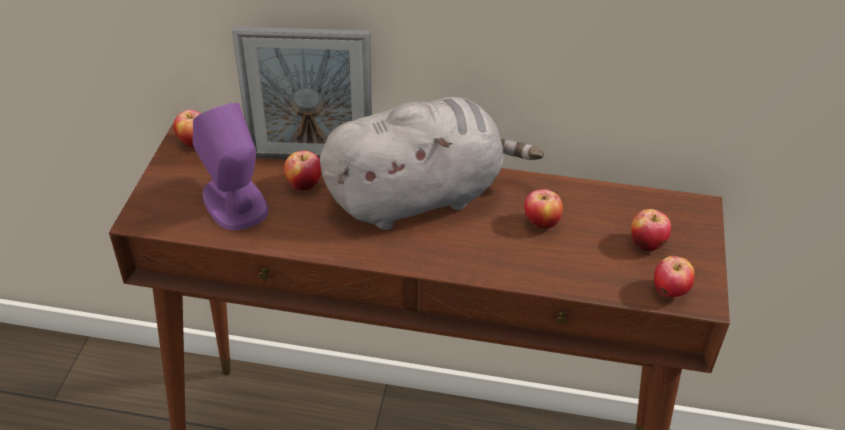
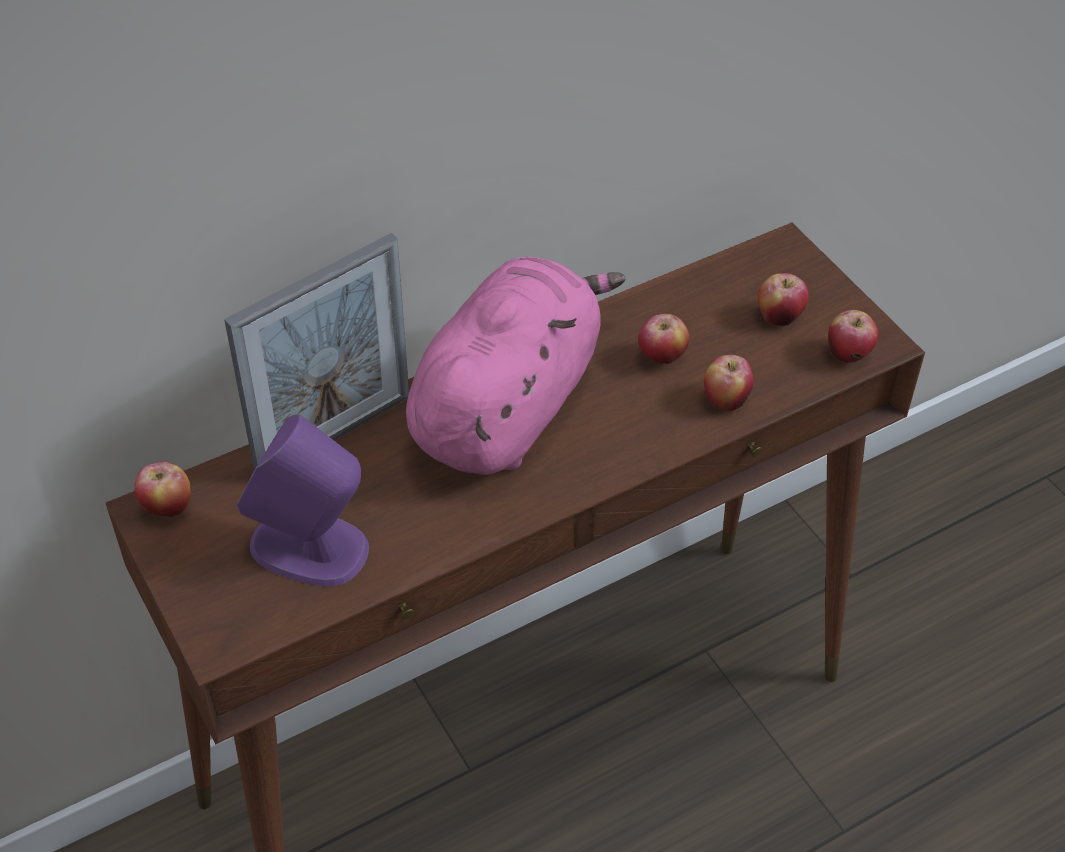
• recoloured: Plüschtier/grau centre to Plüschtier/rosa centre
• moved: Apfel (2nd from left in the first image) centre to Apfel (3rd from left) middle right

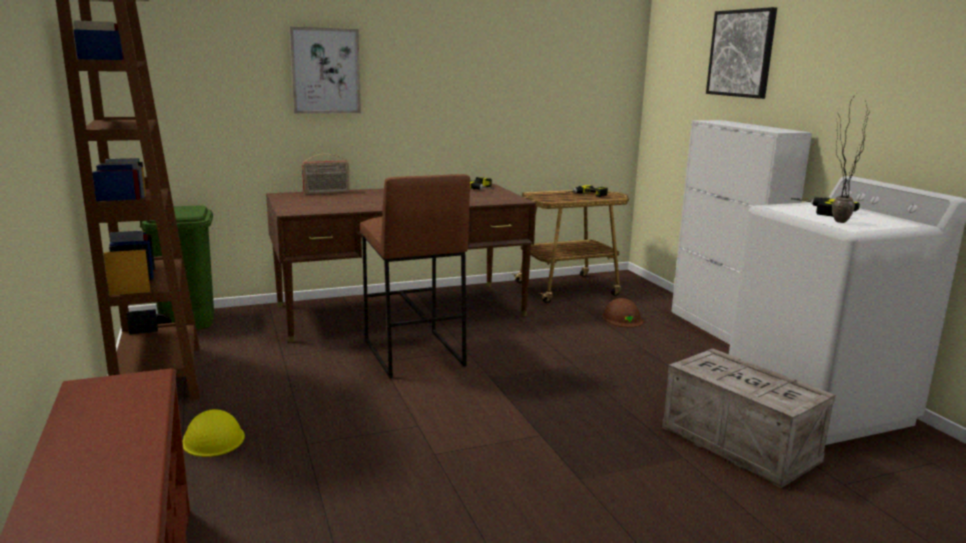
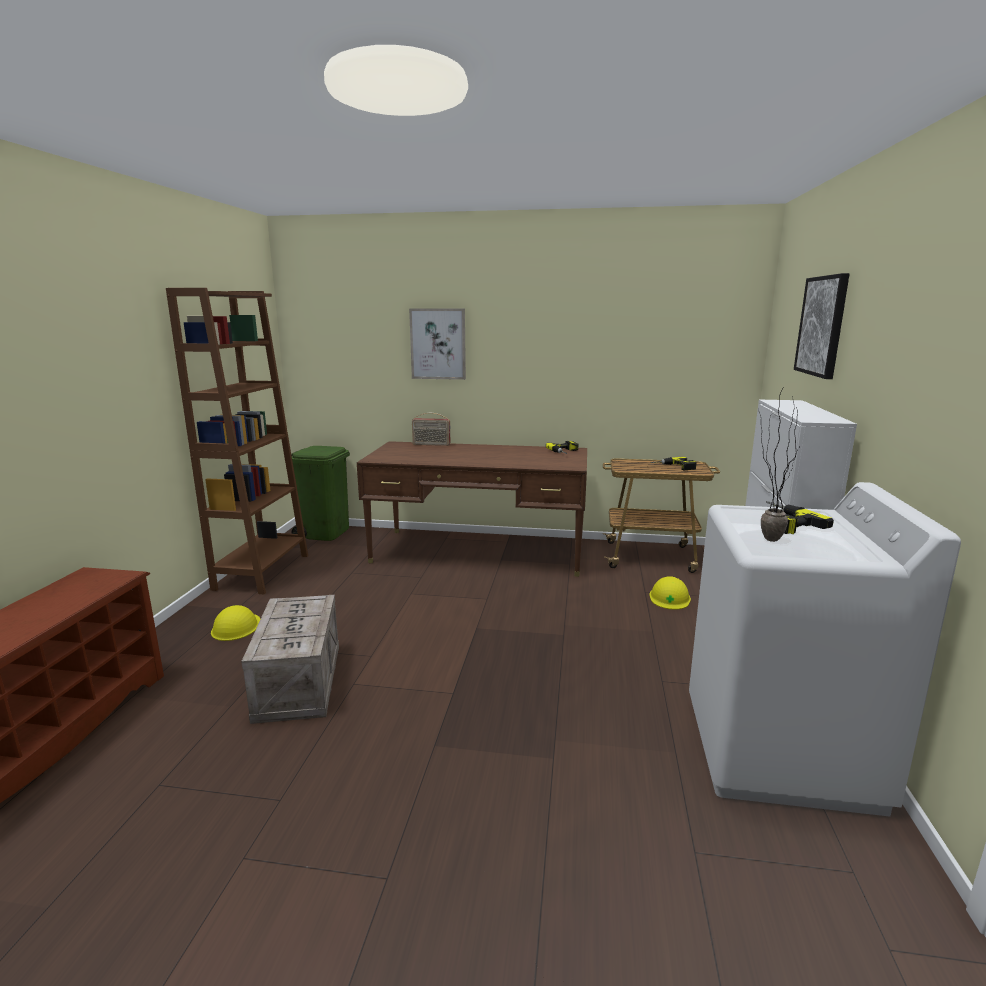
• removed: Hocker/braun centre
• recoloured: Schutzhelm/braun centre to Schutzhelm/gelb (2nd from left) middle right
• moved: Kiste bottom right to bottom left

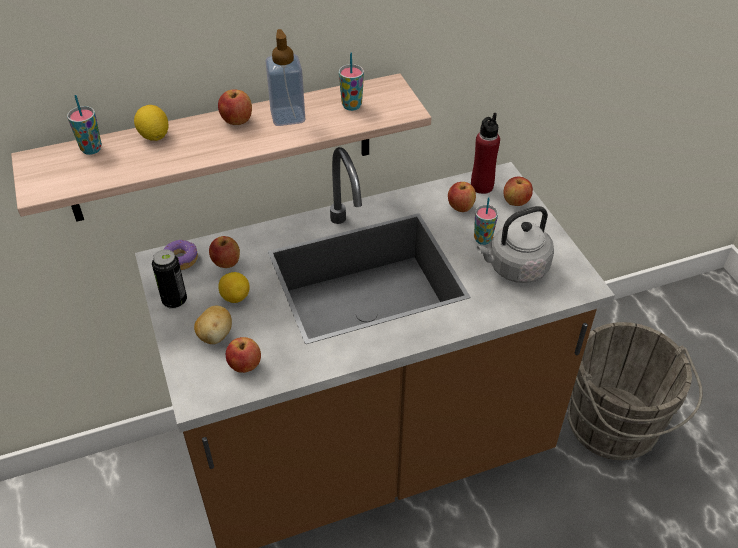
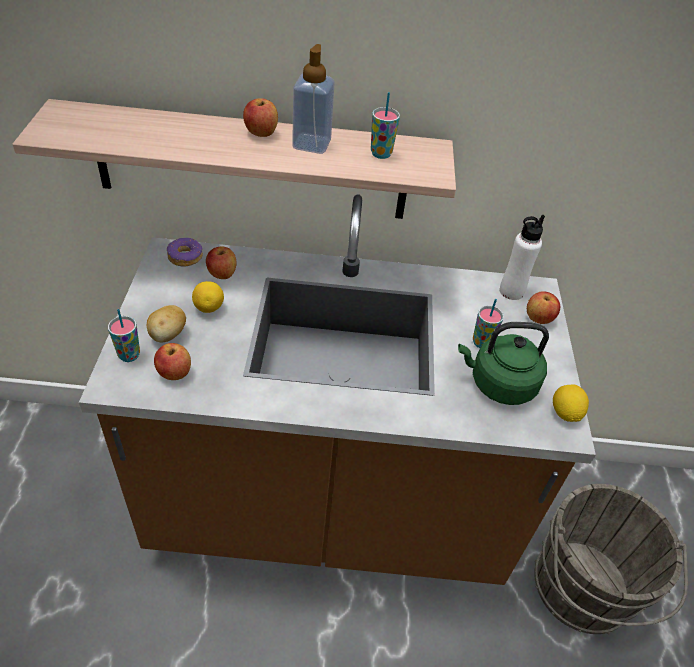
• moved: Tasse (1st from left) top left to middle left
• moved: Zitrone (1st from left in the first image) top left to Zitrone (2nd from left) middle right
• recoloured: Flasche/rot top centre to Flasche/weiß middle right
• removed: Apfel (4th from left) centre
• recoloured: Wasserkessel/grau middle right to Wasserkessel/grün middle right
• removed: Dose middle left

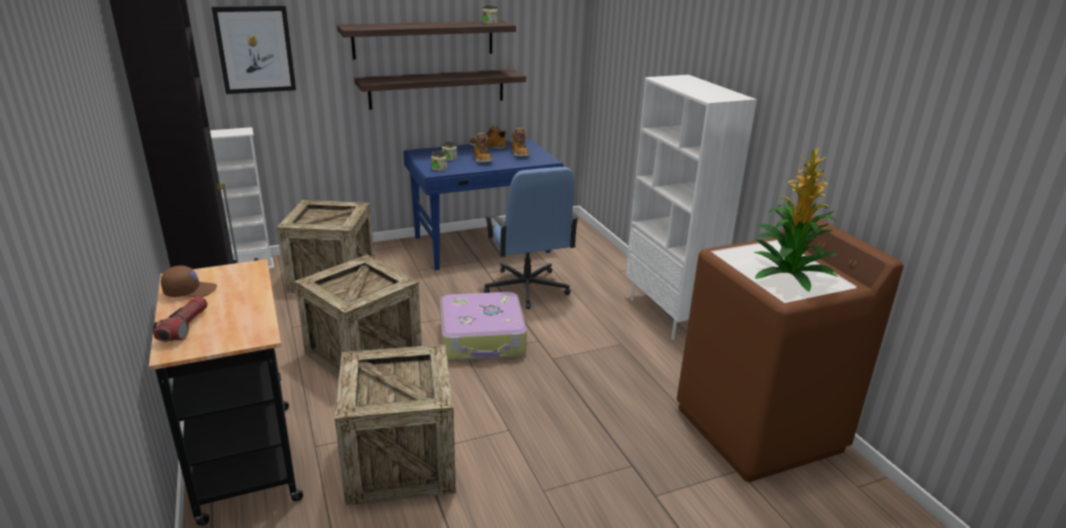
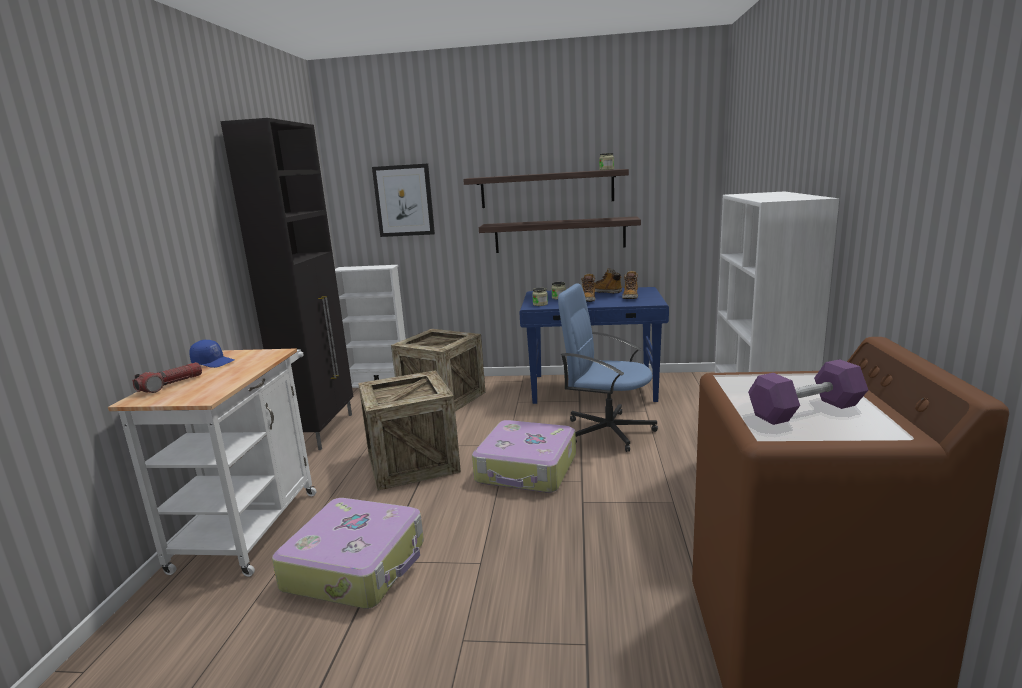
• replaced: Topfpflanze middle right to Hantel/lila middle right
• turned: Bürostuhl/blau centre = centre 105 degrees clockwise
• recoloured: Rollwagen/schwarz bottom left to Rollwagen/weiß bottom left
• recoloured: Kappe/braun middle left to Kappe/blau middle left
• replaced: Kiste (3rd from left) bottom centre to Koffer (1st from left) bottom centre

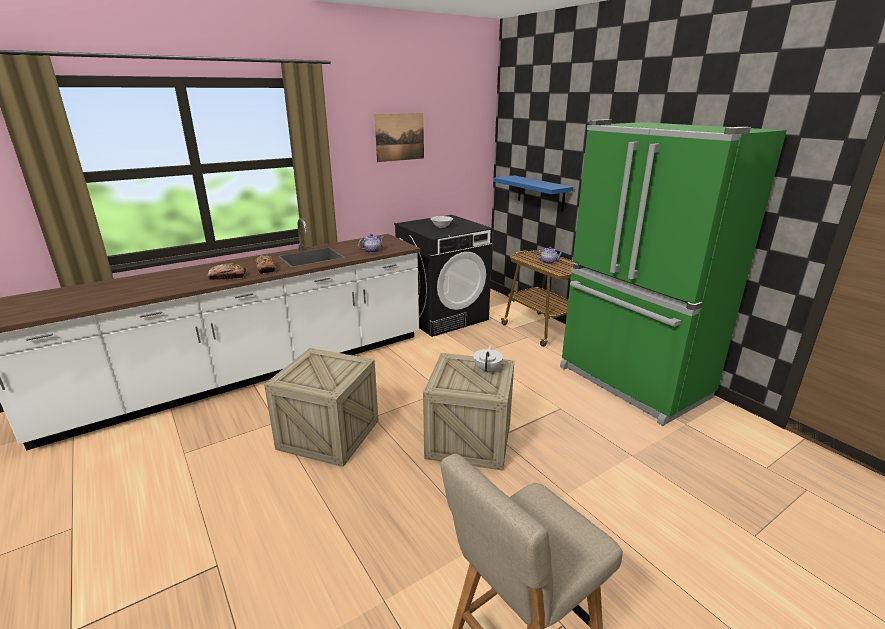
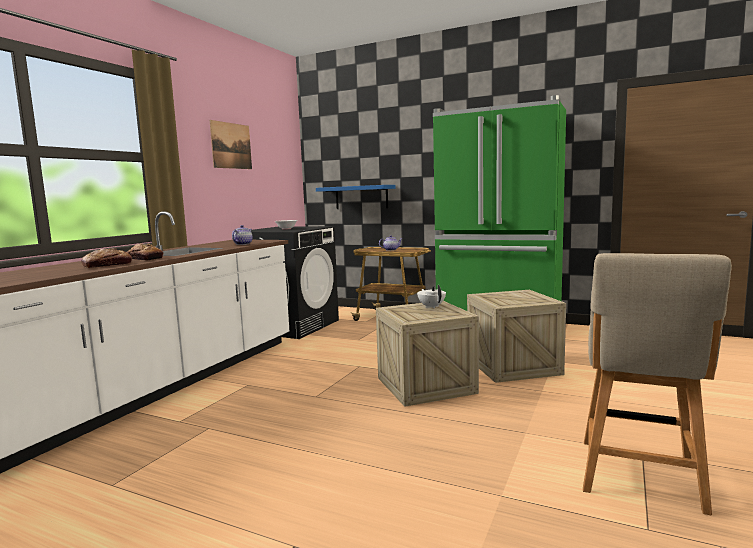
• moved: Kiste (1st from left in the first image) centre to Kiste (2nd from left) middle right

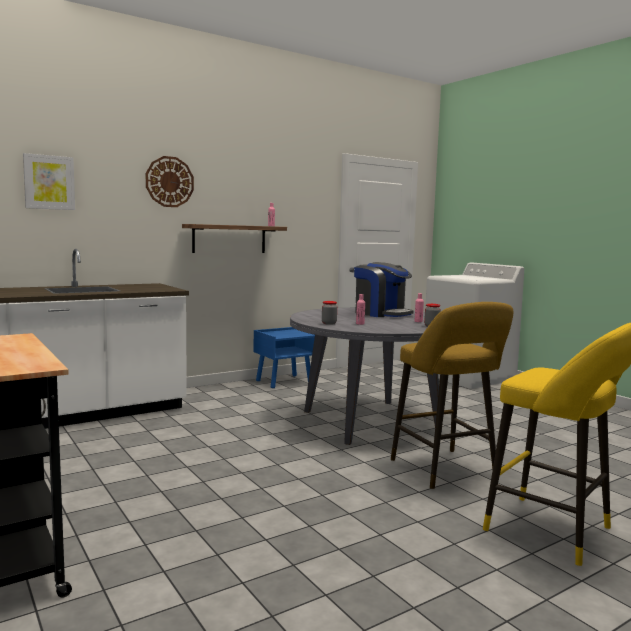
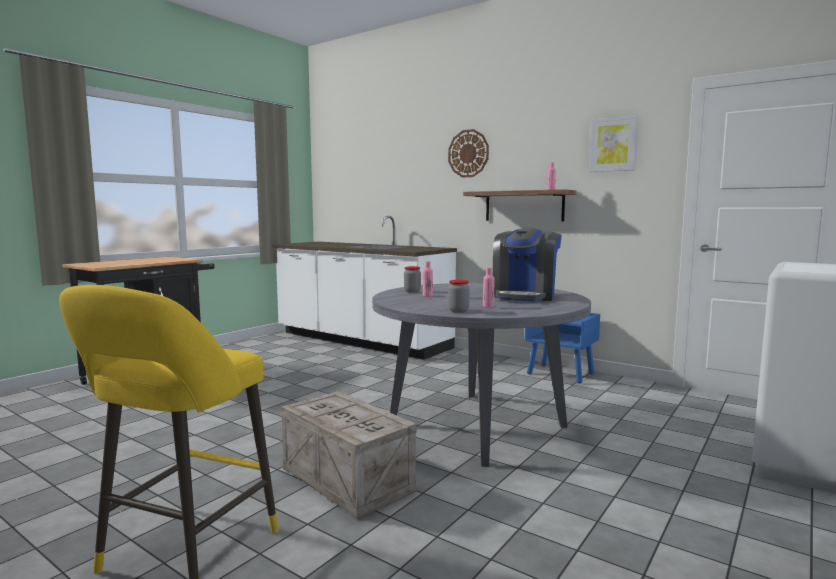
• moved: Bild top left to top right
• replaced: Hocker/gelb (1st from left) middle right to Kiste bottom centre

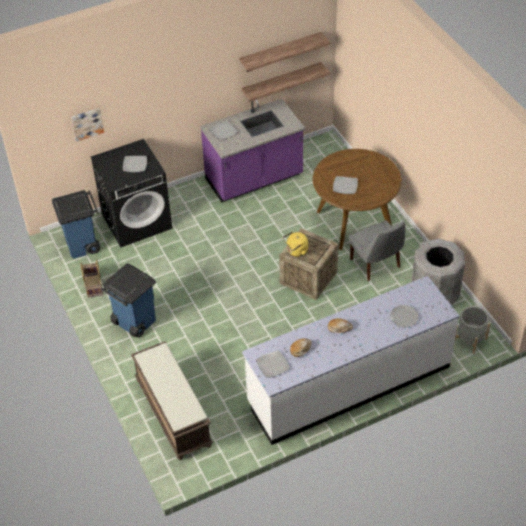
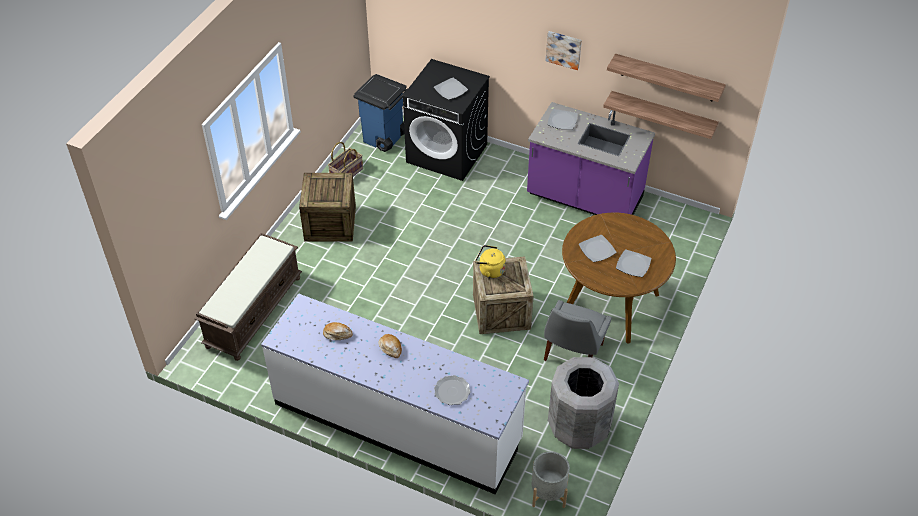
• moved: Bild top left to top centre
• replaced: Mülleimer/blau (2nd from left) middle left to Kiste (1st from left) centre
• moved: Teller (3rd from left in the first image) bottom centre to Teller (5th from left) middle right

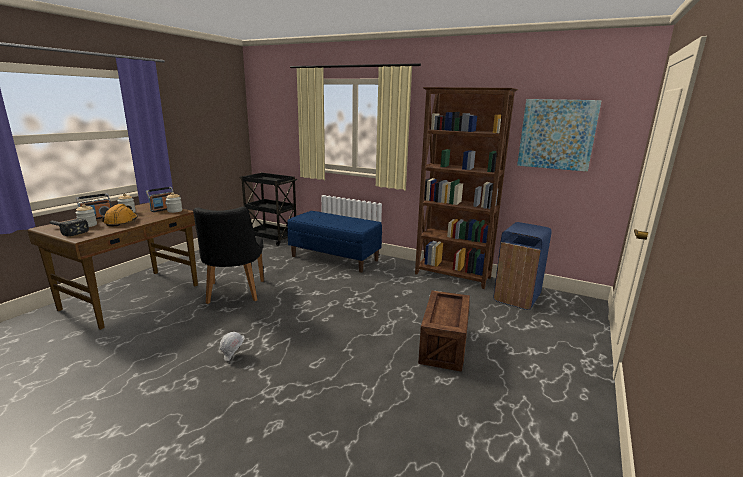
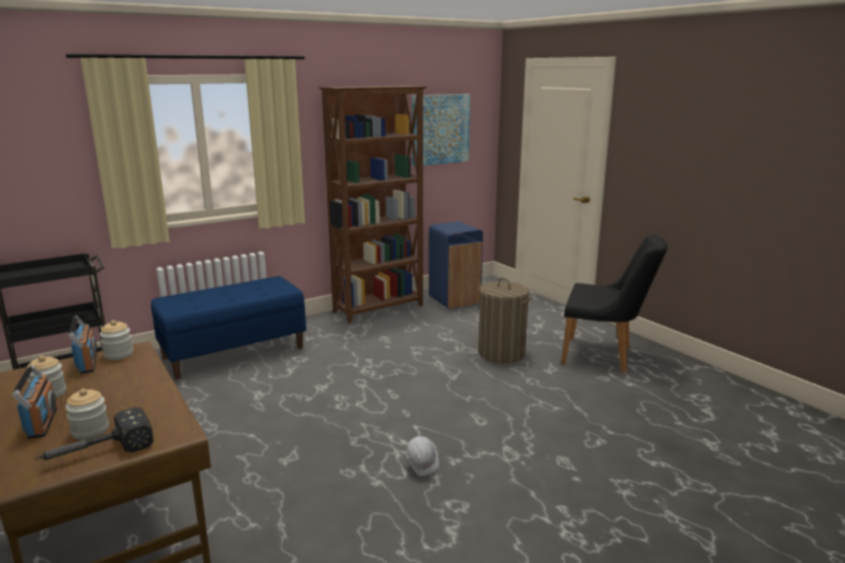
• removed: Schutzhelm/orange middle left
• moved: Stuhl/schwarz middle left to middle right
• replaced: Kiste bottom centre to Wäschekorb centre

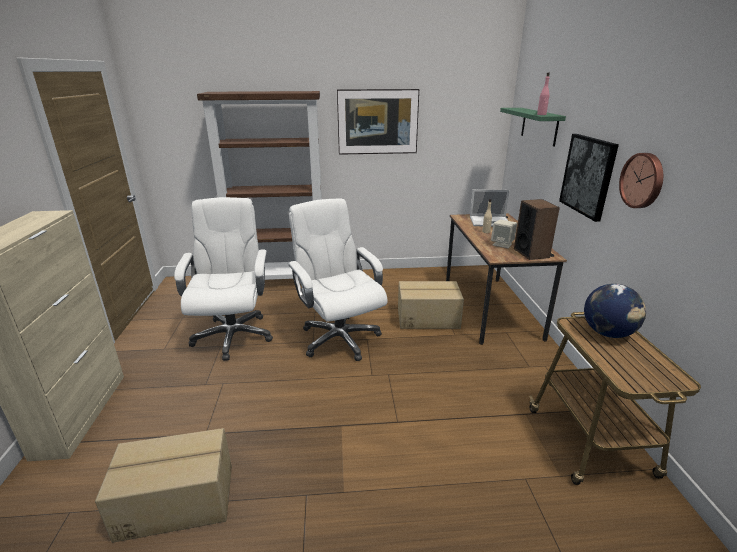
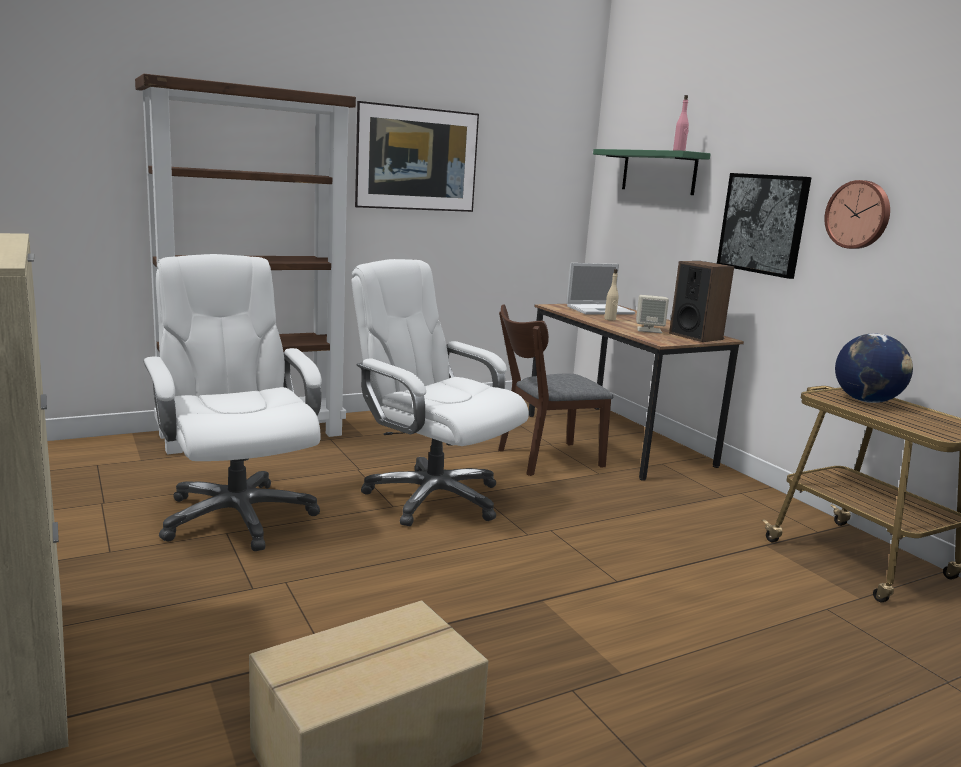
• replaced: Karton (2nd from left) centre to Stuhl/braun centre

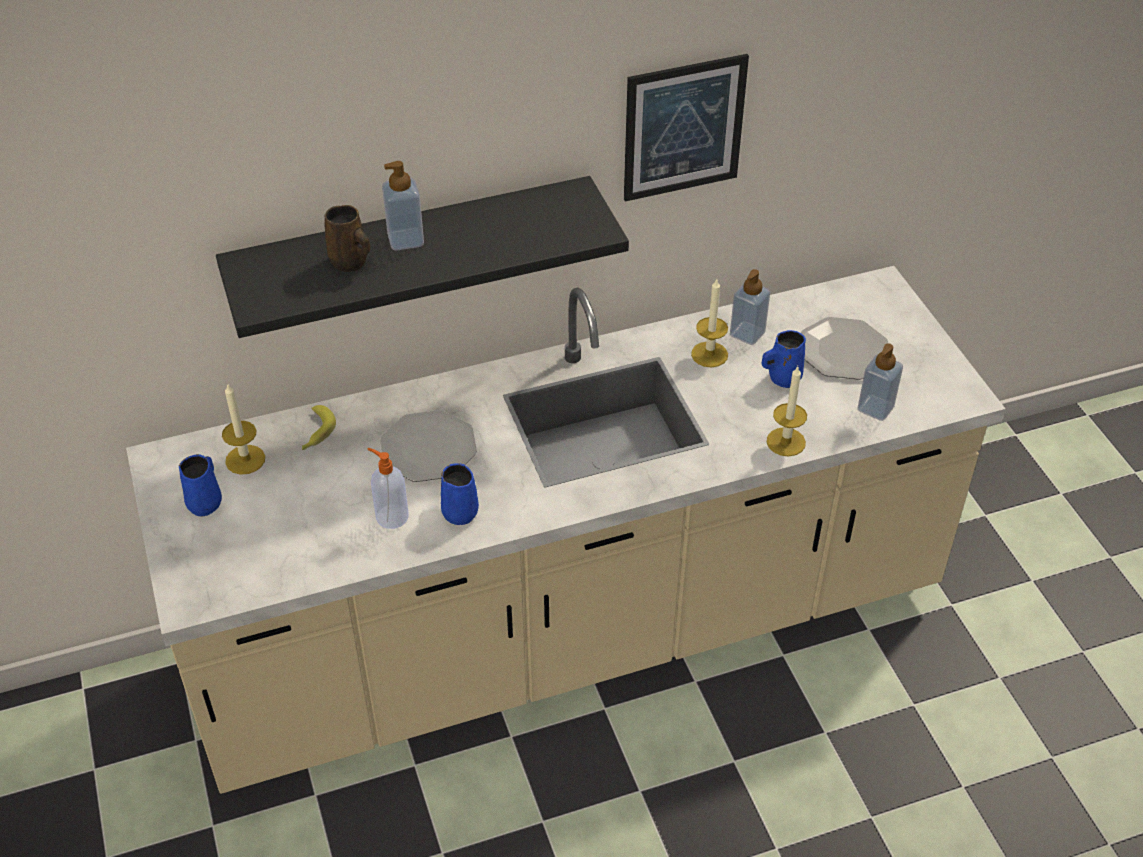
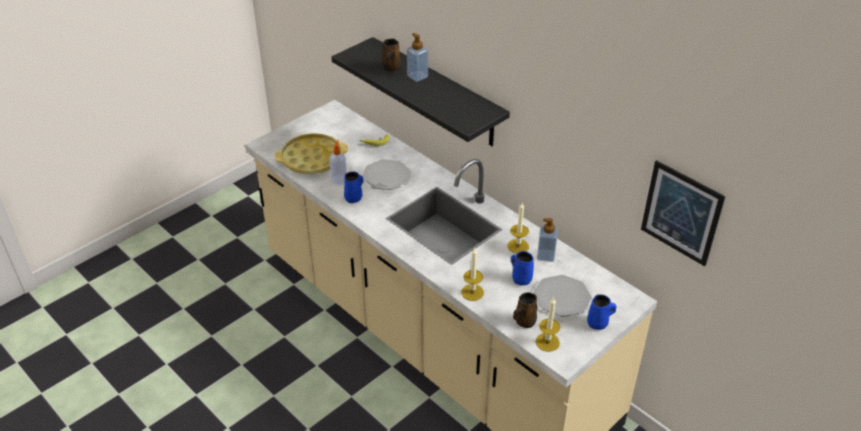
• moved: Bild top centre to middle right
• replaced: Seifenspender (4th from left) middle right to Henkelbecher/braun (2nd from left) bottom centre
• moved: Kerze (1st from left in the first image) middle left to Kerze (3rd from left) bottom centre
• moved: Henkelbecher/blau (1st from left in the first image) middle left to Henkelbecher/blau (3rd from left) bottom right
• added: Tablett/gelb centre

